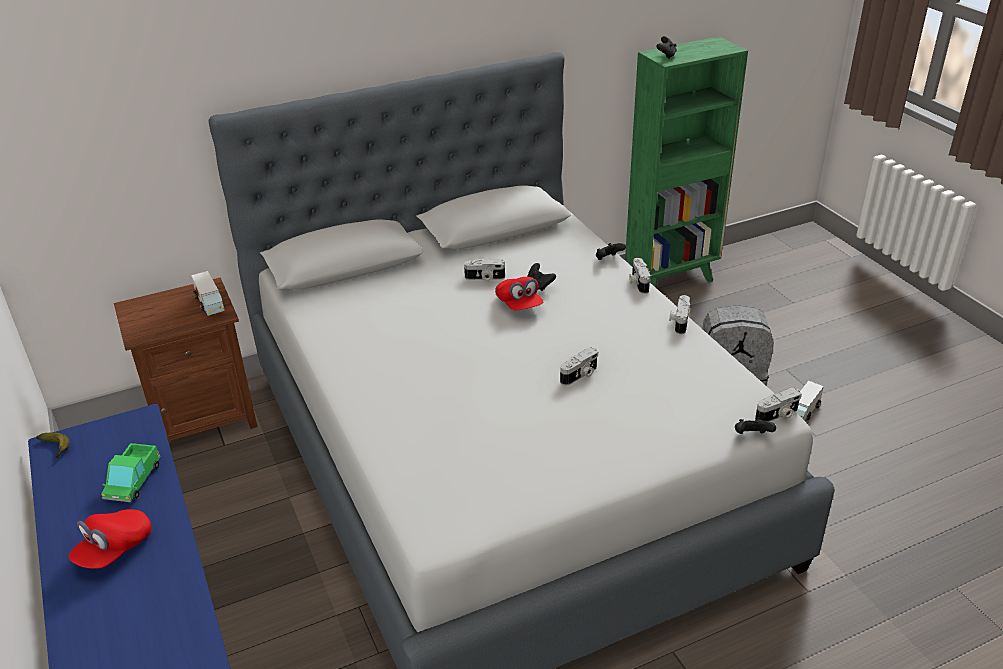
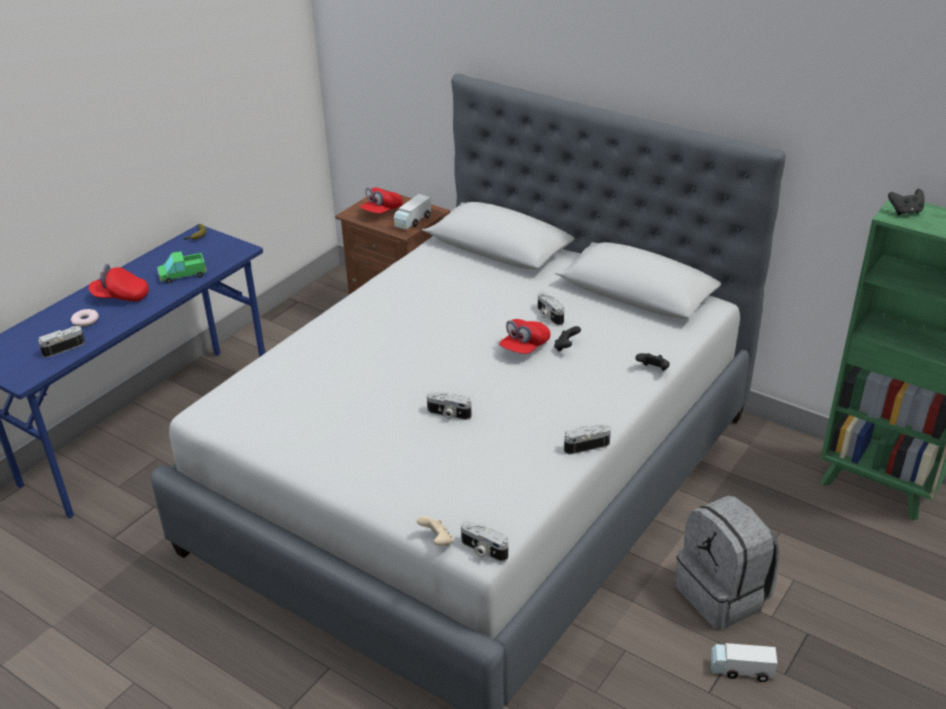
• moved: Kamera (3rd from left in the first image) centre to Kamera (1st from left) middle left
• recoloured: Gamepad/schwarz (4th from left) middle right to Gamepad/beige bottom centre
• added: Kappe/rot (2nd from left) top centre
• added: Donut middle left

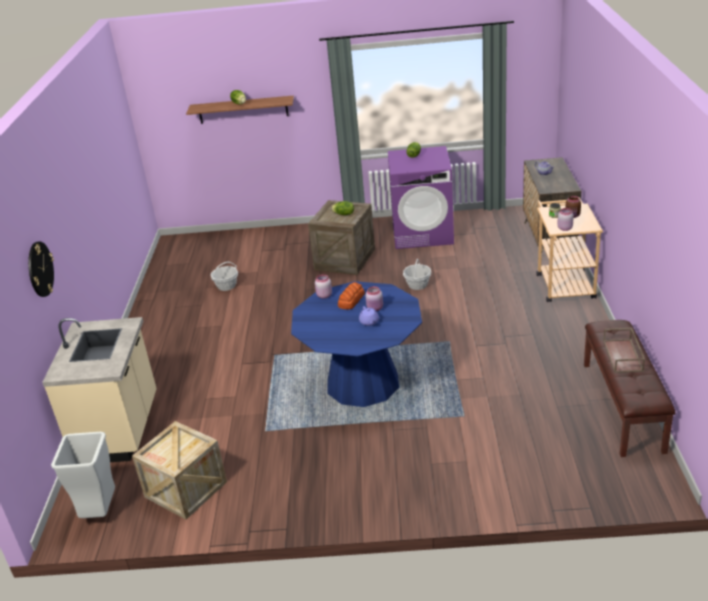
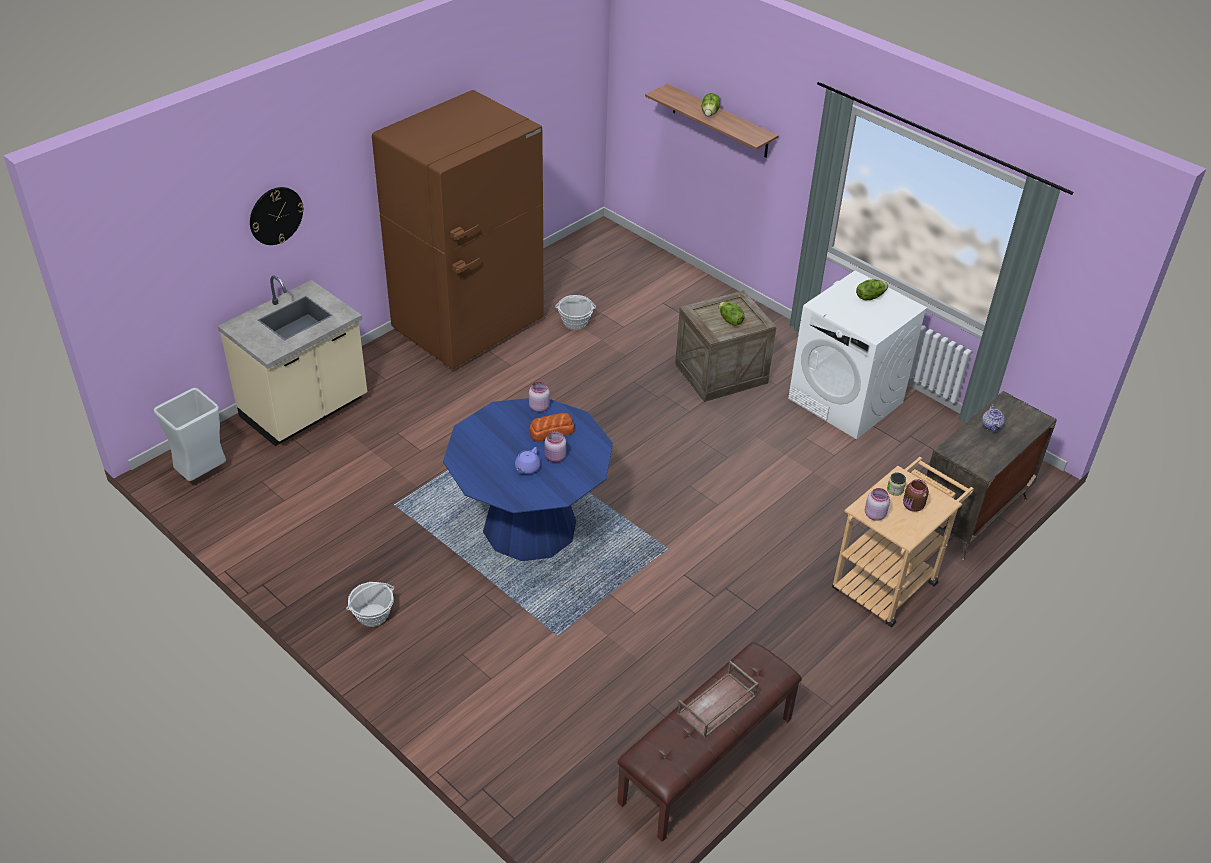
• recoloured: Waschmaschine/lila top centre to Waschmaschine/weiß middle right
• moved: Korb (2nd from left in the first image) centre to Korb (1st from left) bottom left
• removed: Kiste (1st from left) bottom left
• added: Kühlschrank/braun top centre

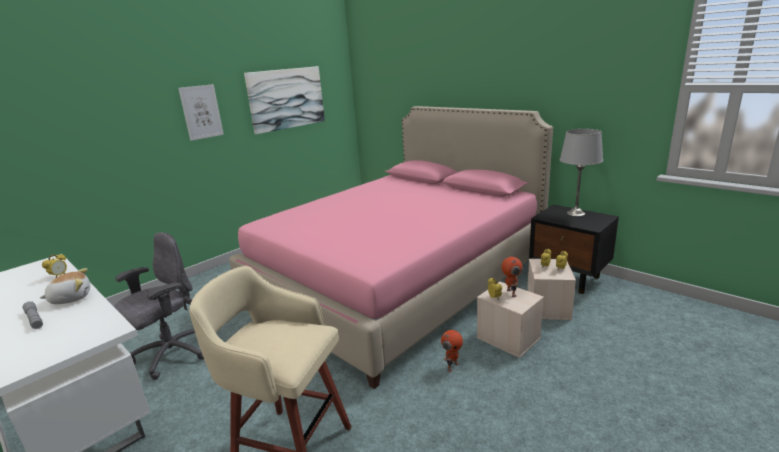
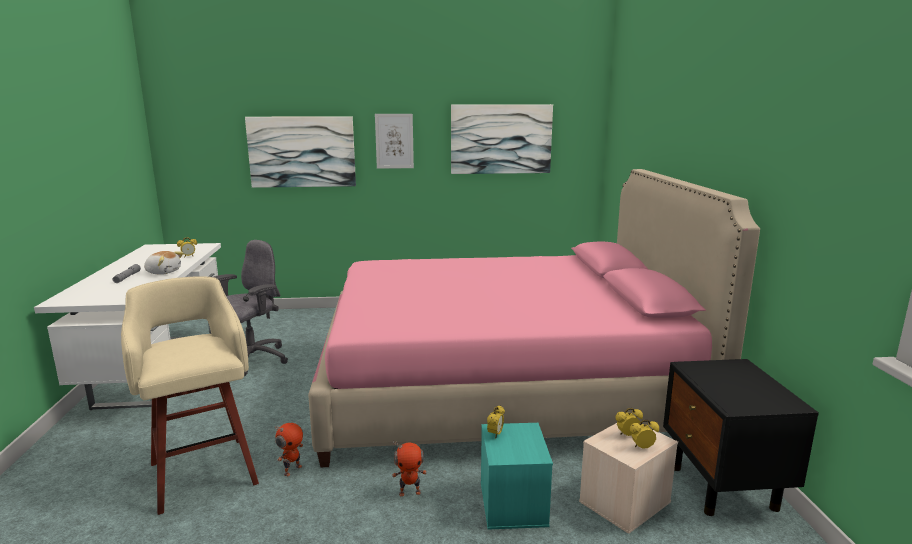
• removed: Tischlampe/grau middle right
• turned: Bürostuhl/grau bottom left = middle left 45 degrees counterclockwise
• moved: Spielzeugroboter (2nd from left in the first image) centre to Spielzeugroboter (1st from left) bottom left
• recoloured: Aufbewahrungsbox/beige (1st from left) bottom centre to Aufbewahrungsbox/türkis bottom centre
• added: Bild (1st from left) top left

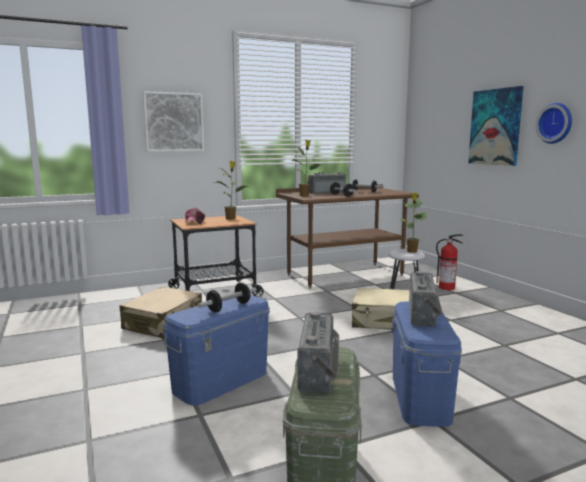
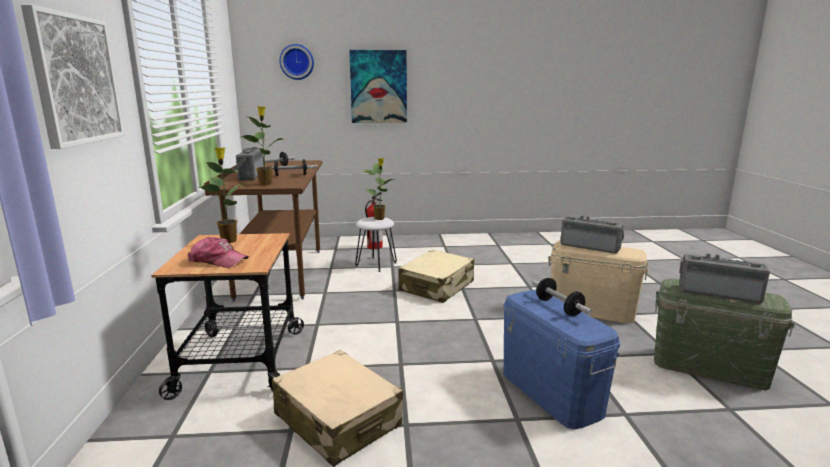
• moved: Wanduhr top right to top centre
• recoloured: Aufbewahrungsbox/blau (2nd from left) bottom right to Aufbewahrungsbox/beige middle right

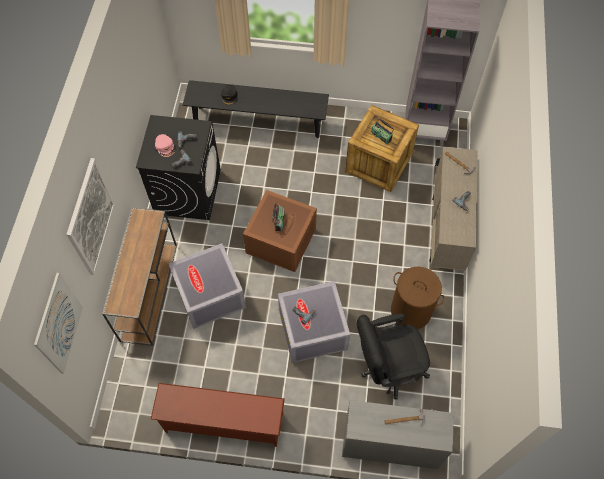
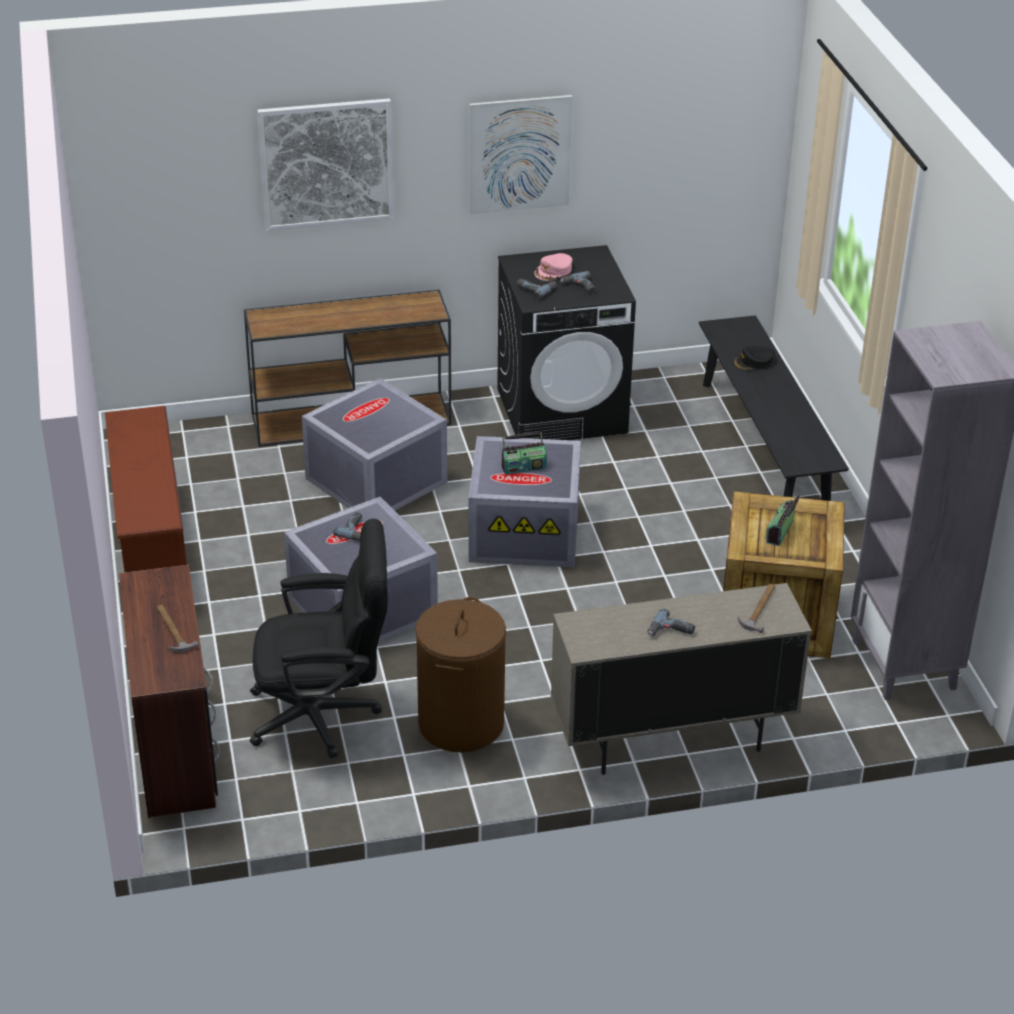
• recoloured: Aufbewahrungsbox/braun centre to Aufbewahrungsbox/grau (3rd from left) centre
• moved: Bild (1st from left in the first image) bottom left to Bild (2nd from left) top centre
• turned: Bürostuhl/schwarz bottom centre = middle left 120 degrees clockwise
• recoloured: Schreibtisch/grau bottom centre to Schreibtisch/braun bottom left

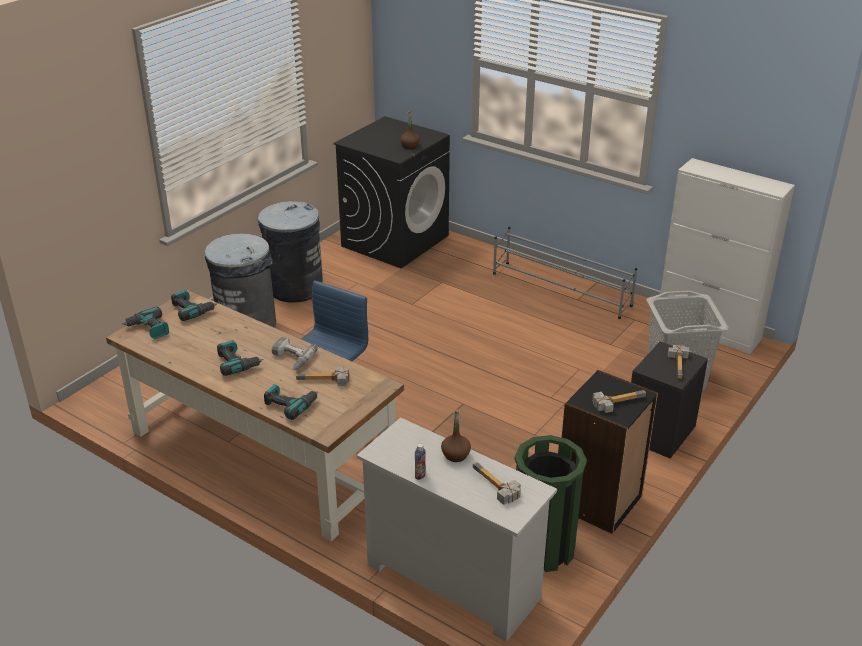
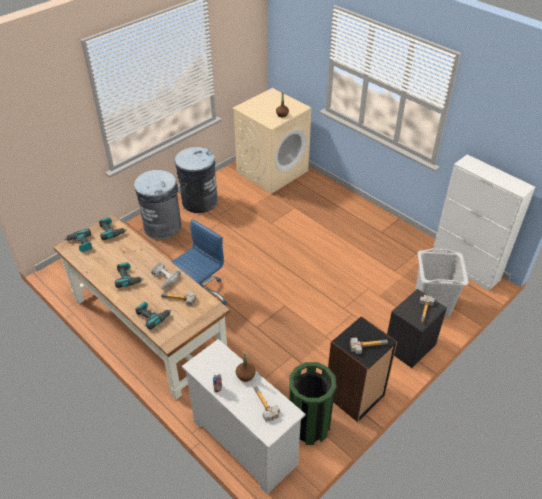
• recoloured: Waschmaschine/schwarz top centre to Waschmaschine/beige top centre
• removed: Schuhregal/grau centre

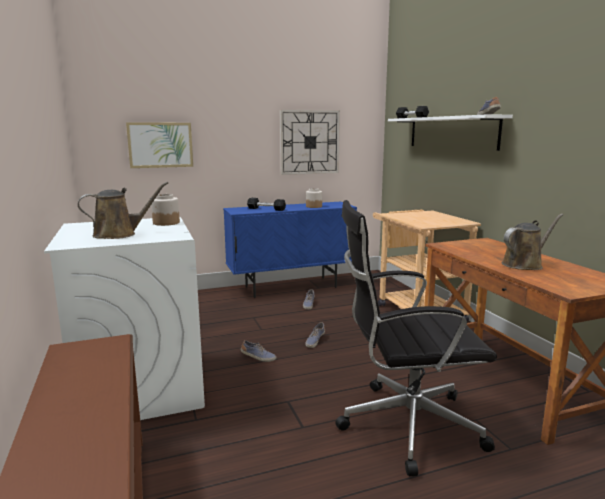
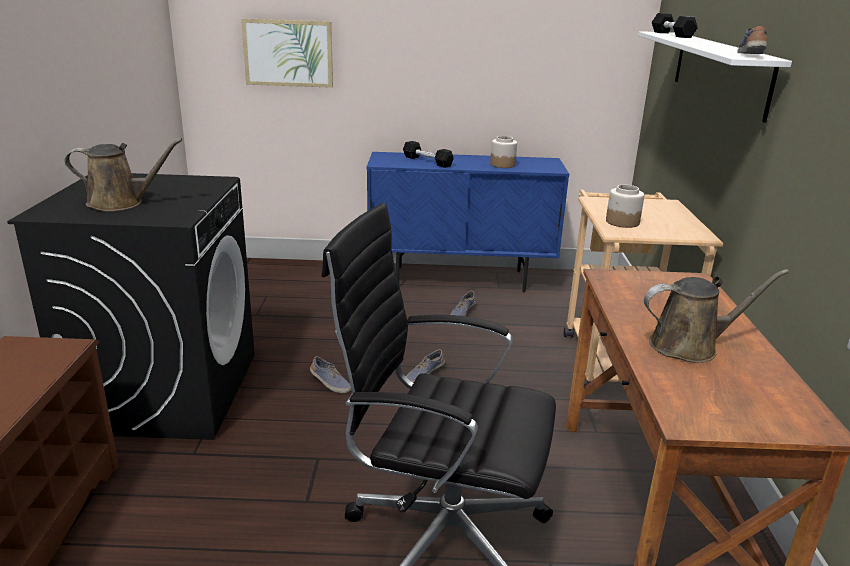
• removed: Wanduhr top centre
• moved: Vorratsglas (1st from left in the first image) middle left to Vorratsglas (2nd from left) middle right
• recoloured: Waschmaschine/weiß middle left to Waschmaschine/schwarz middle left

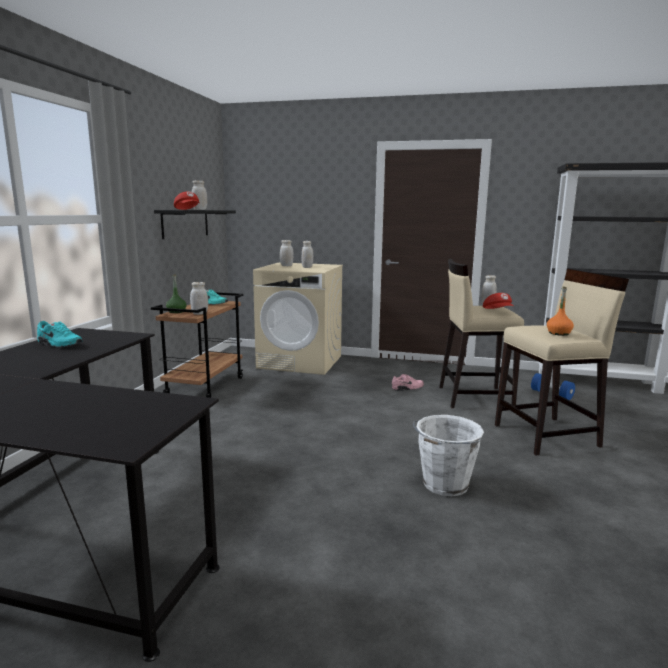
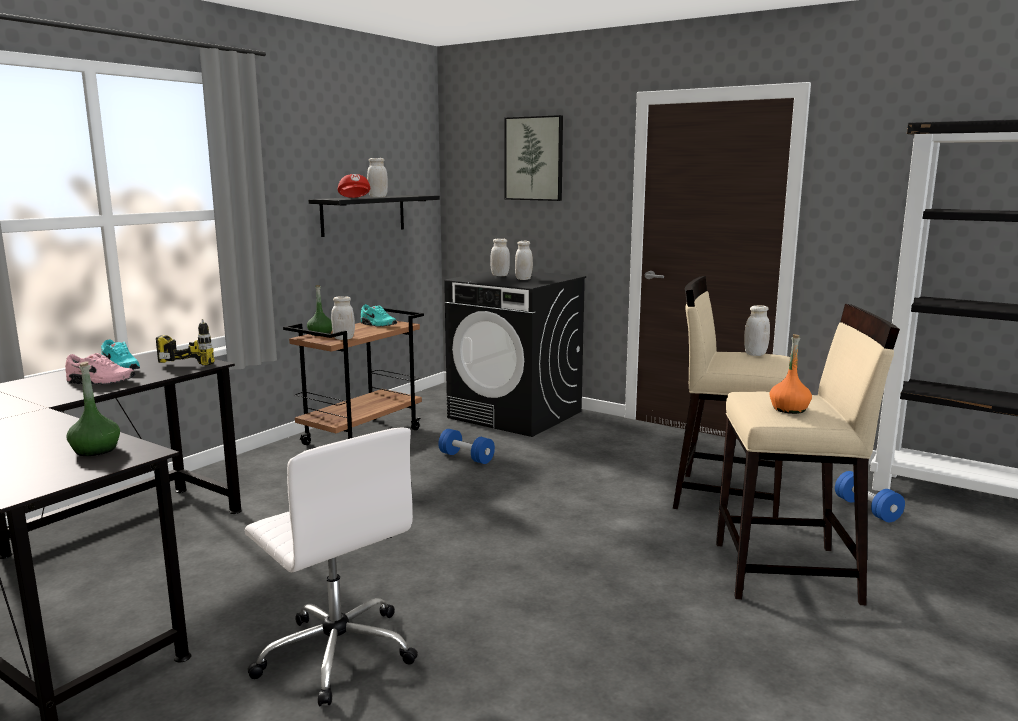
• recoloured: Waschmaschine/beige centre to Waschmaschine/schwarz centre
• removed: Kappe/rot (2nd from left) middle right
• moved: Schuh/rosa centre to middle left
• removed: Eimer/weiß bottom right
• added: Bild top centre
• added: Bohrmaschine middle left
• added: Flasche/grün (1st from left) middle left
• added: Bürostuhl/weiß bottom left
• added: Hantel/blau (1st from left) centre

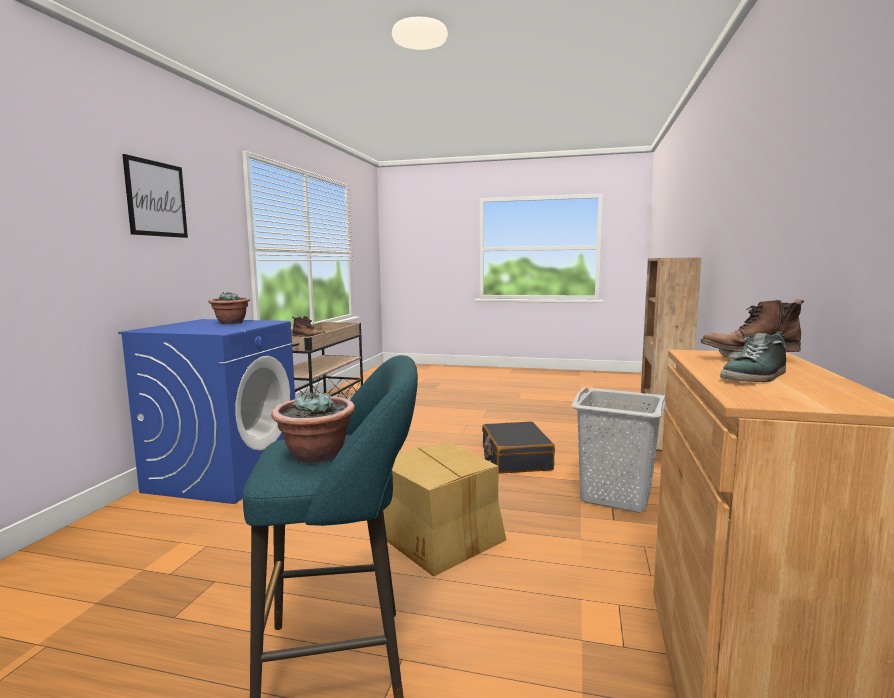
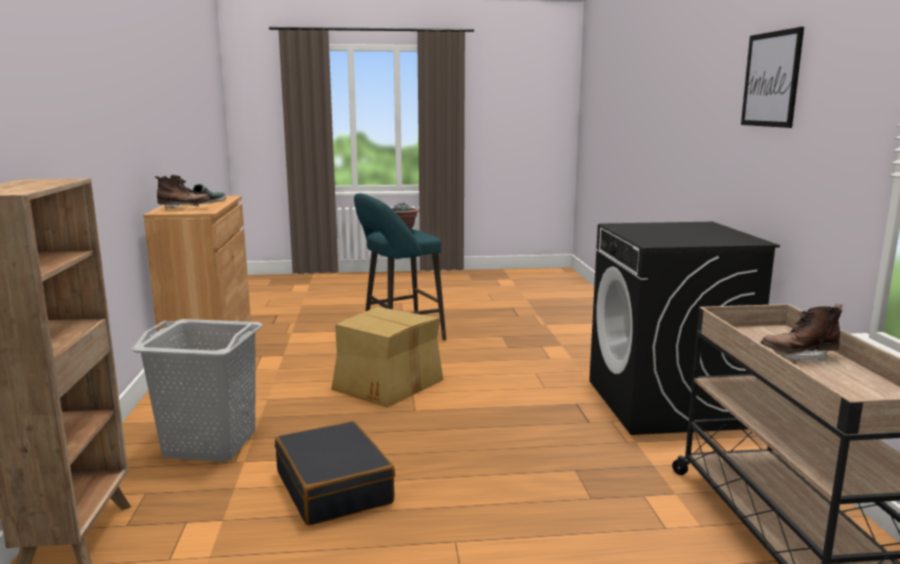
• removed: Topfpflanze (1st from left) middle left
• recoloured: Waschmaschine/blau middle left to Waschmaschine/schwarz middle right

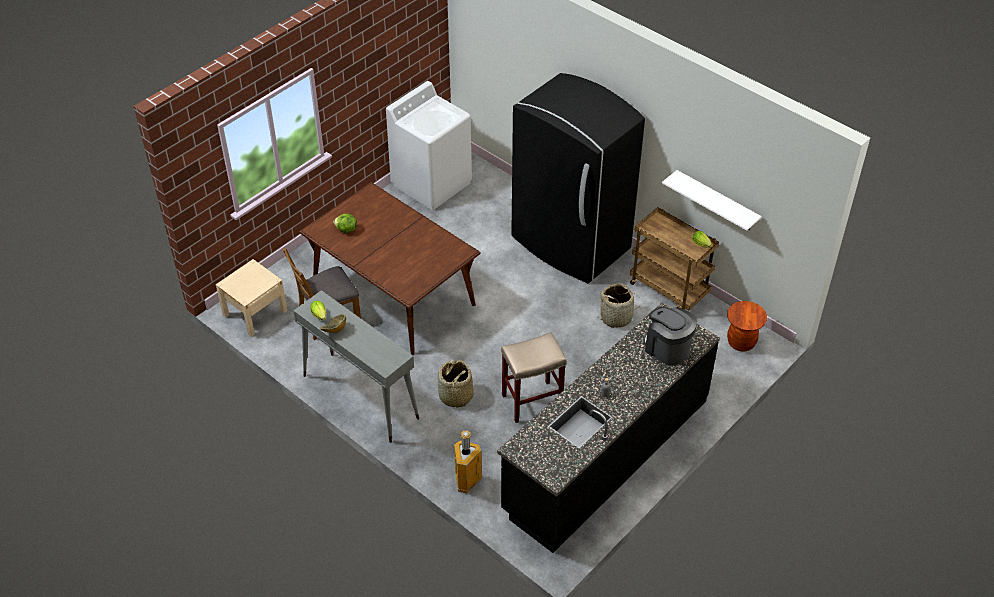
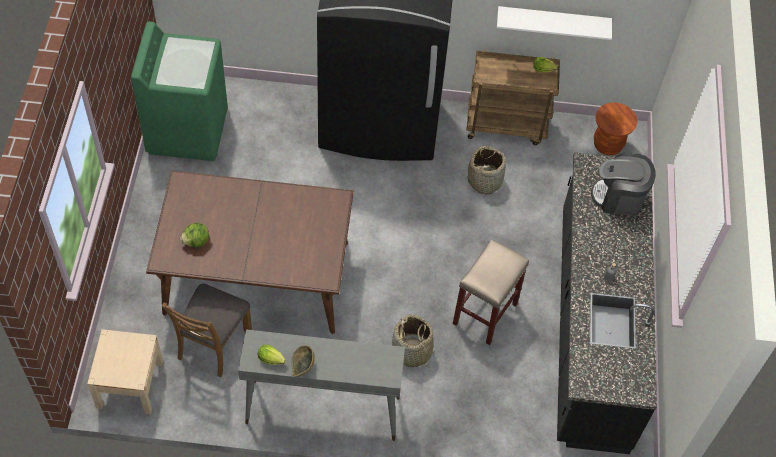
• recoloured: Waschmaschine/weiß top centre to Waschmaschine/grün top left
• removed: Mülleimer bottom centre

